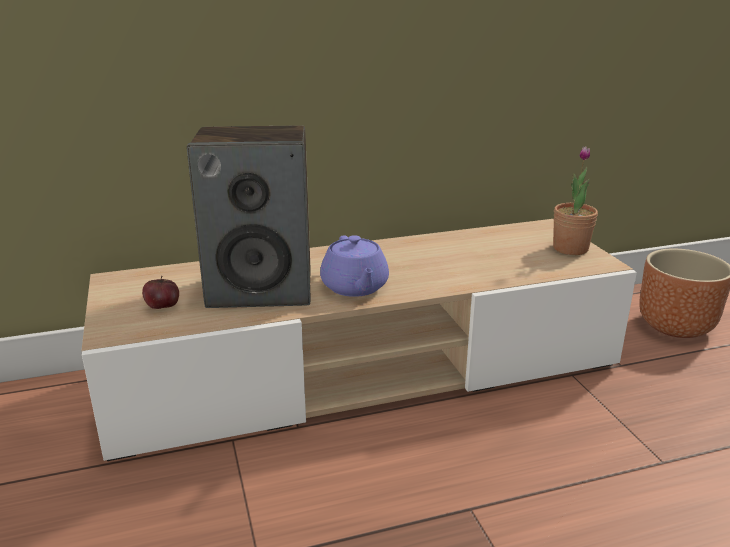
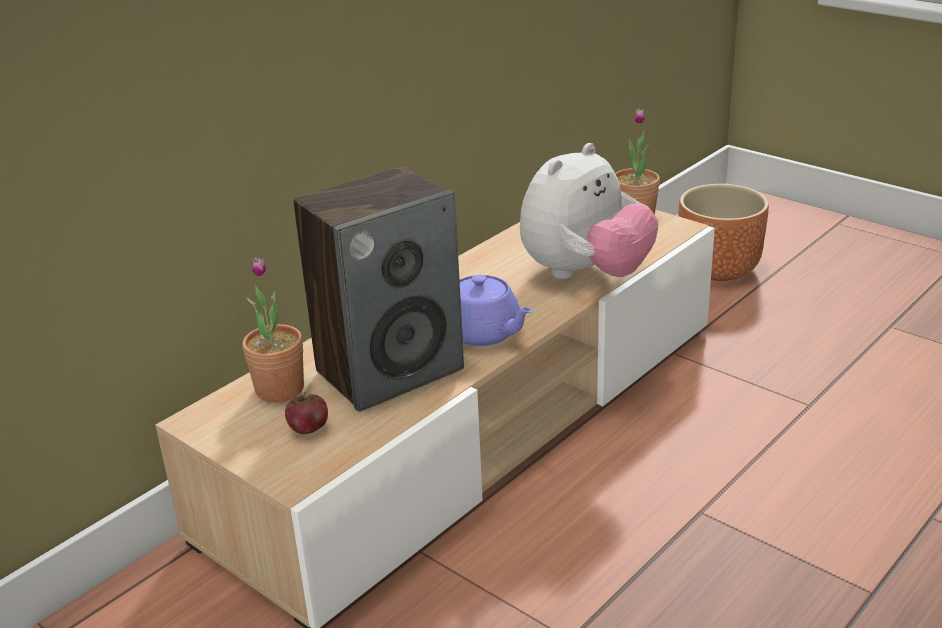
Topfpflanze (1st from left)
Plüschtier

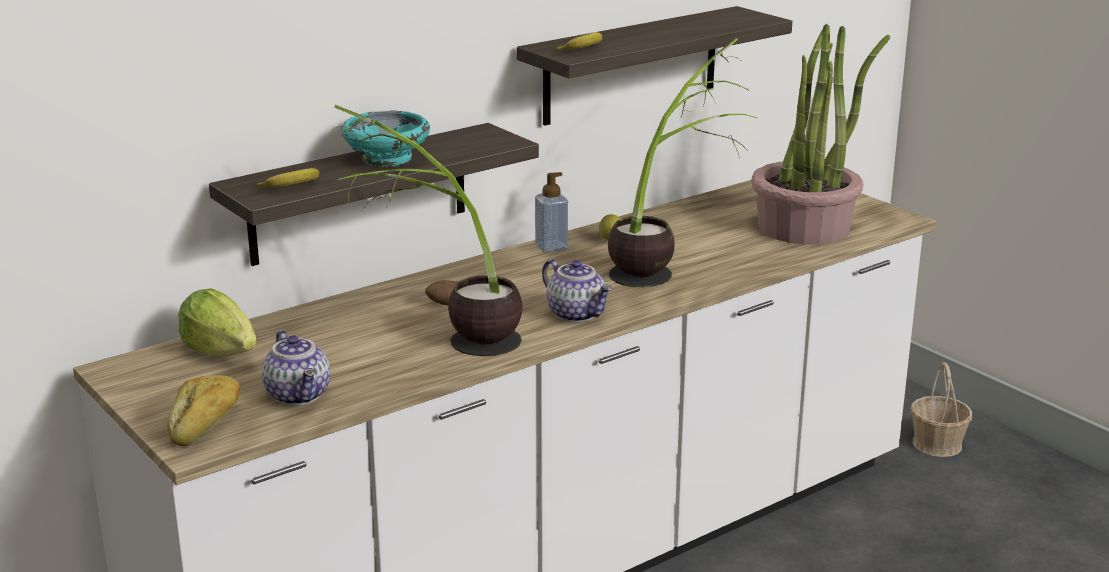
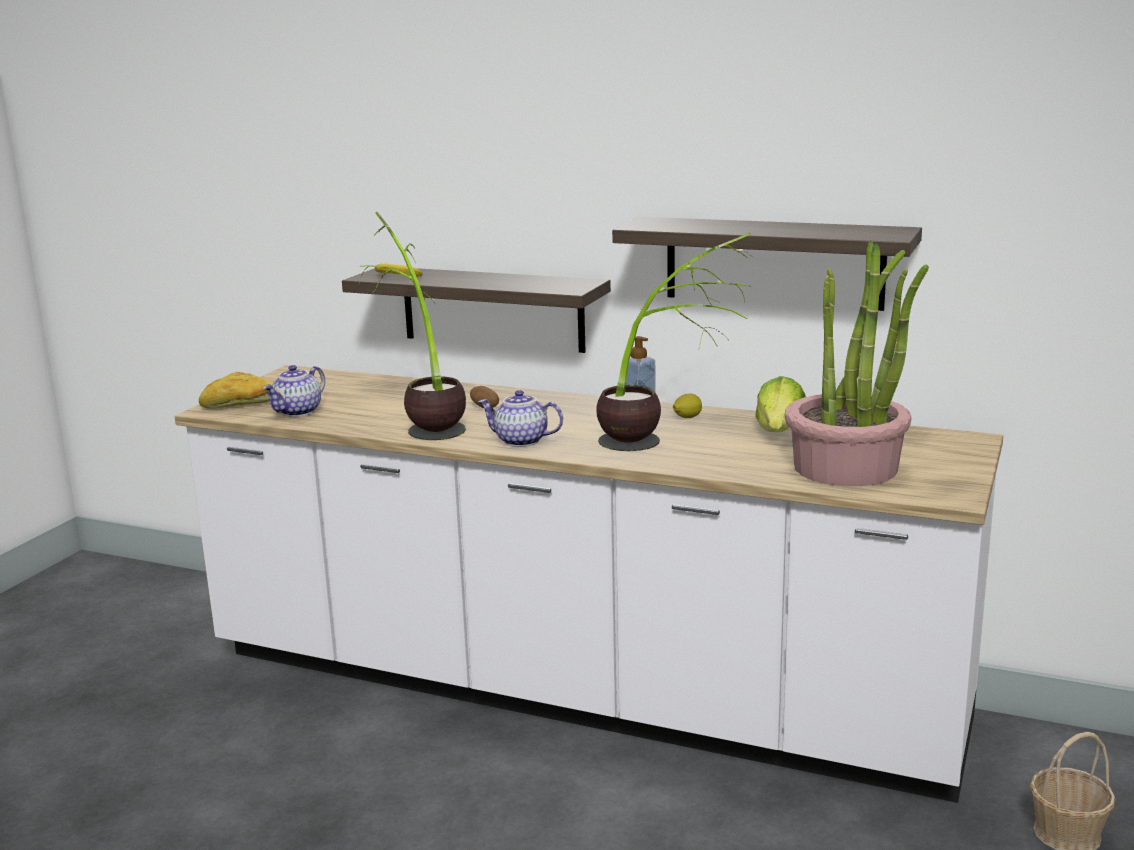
Schüssel/türkis
Banane (2nd from left in the first image)
Salatkopf
Teekanne (2nd from left)

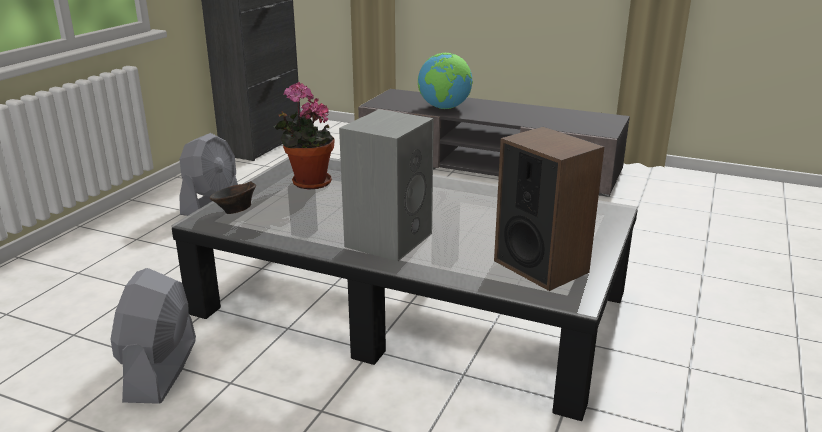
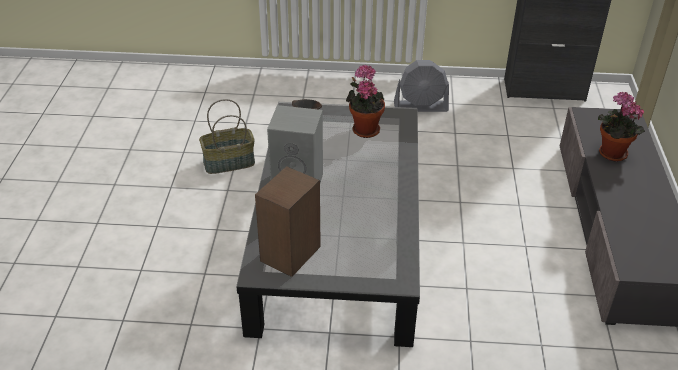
Korb
Topfpflanze (2nd from left)

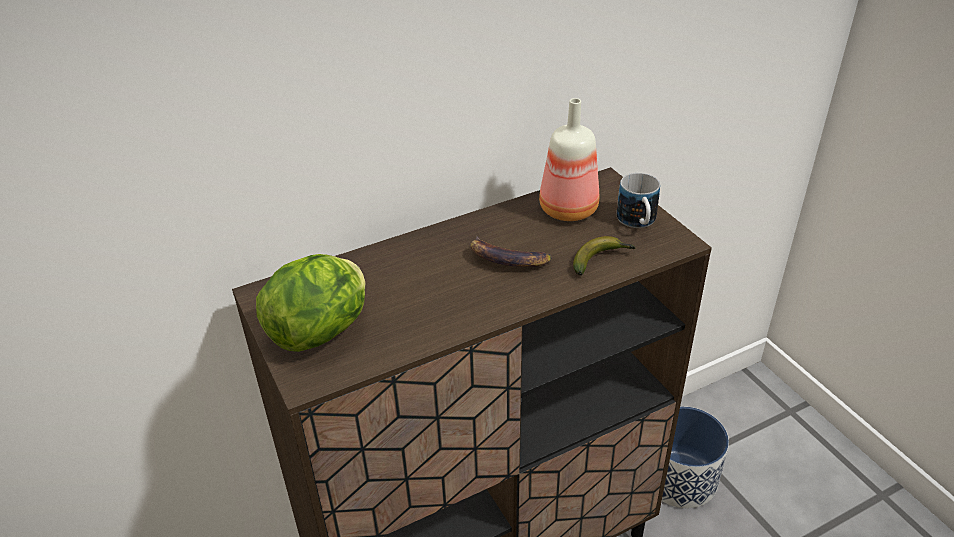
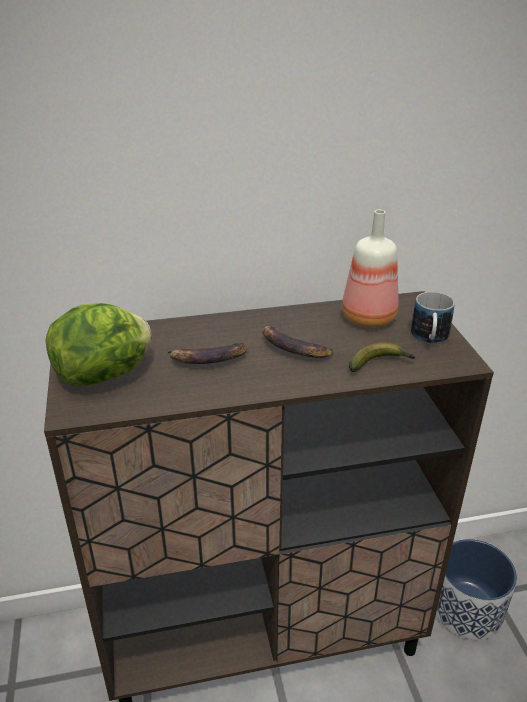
Banane (1st from left)

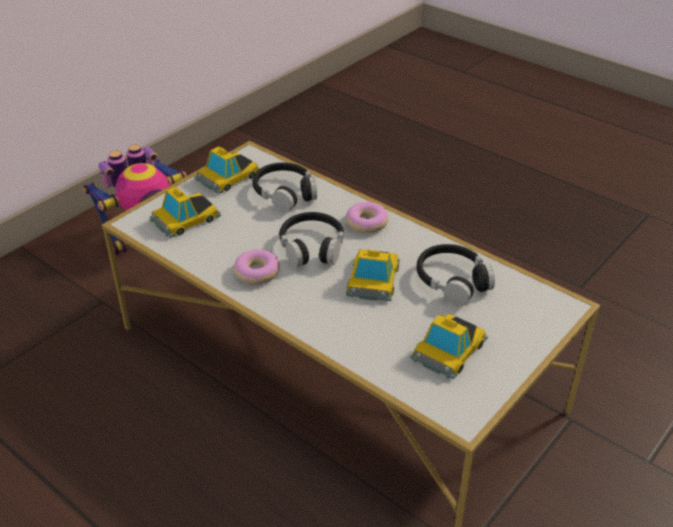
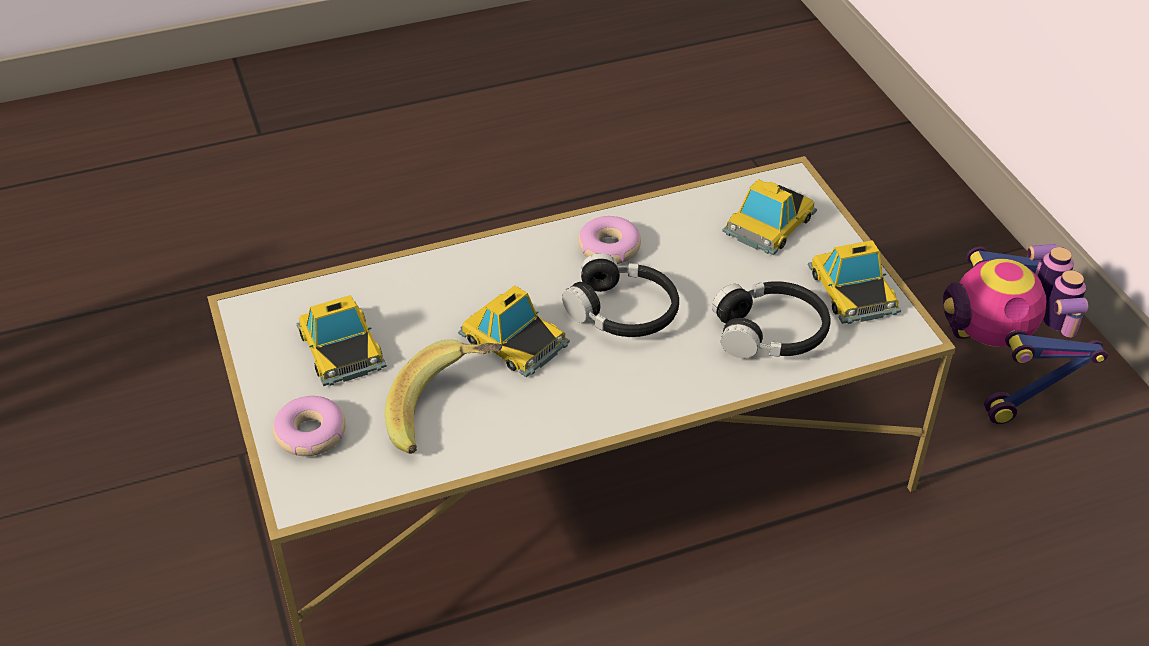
Donut (1st from left)
Banane
Spielzeugauto (3rd from left)

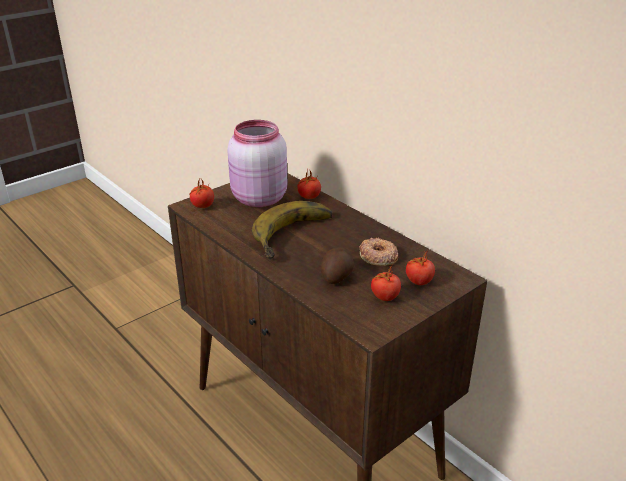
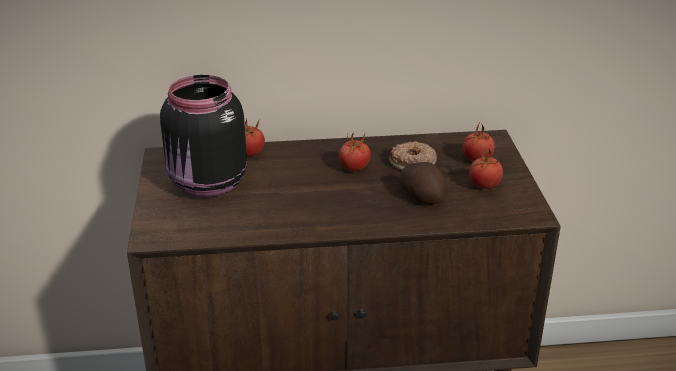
Banane
Tomate (2nd from left)
Vorratsglas/schwarz

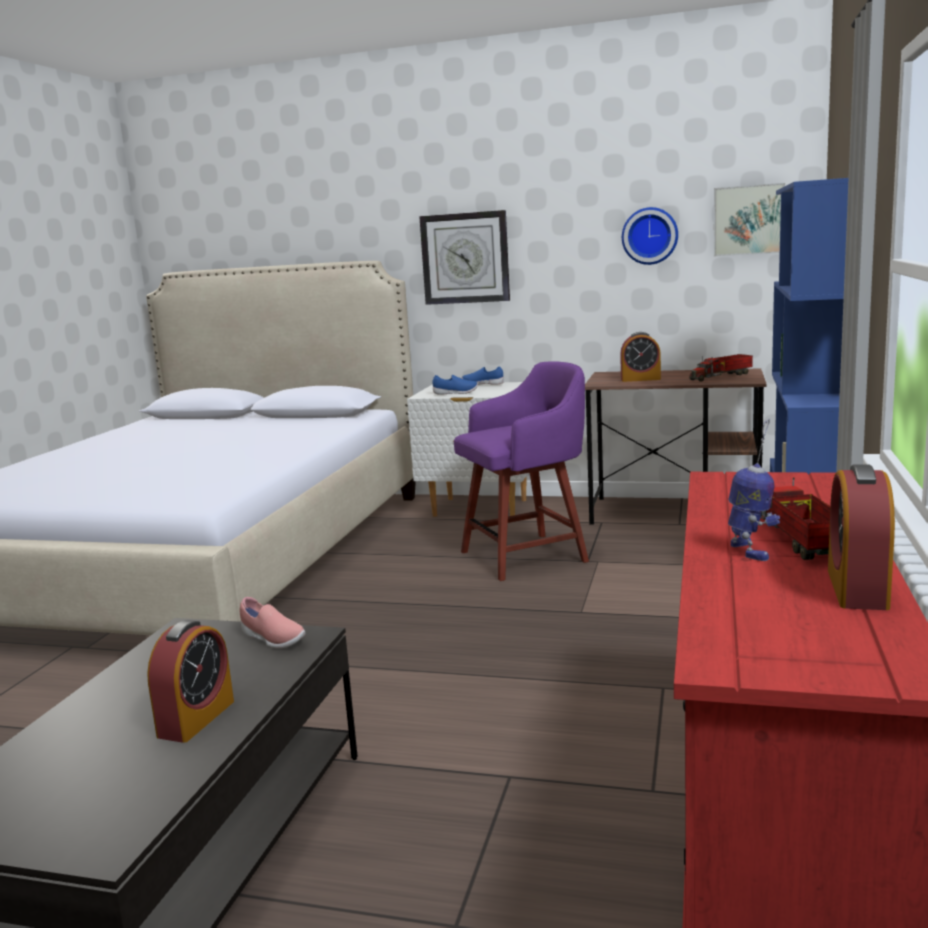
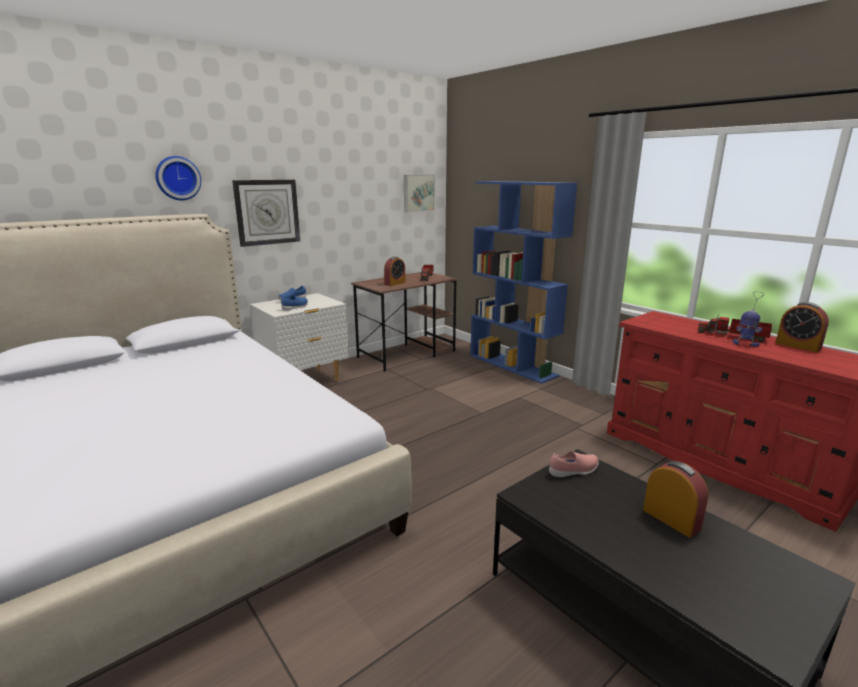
Hocker/lila
Wanduhr (1st from left)

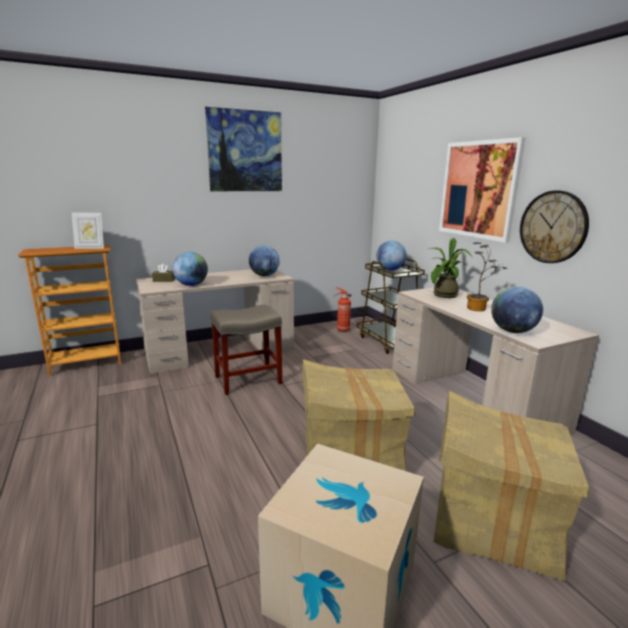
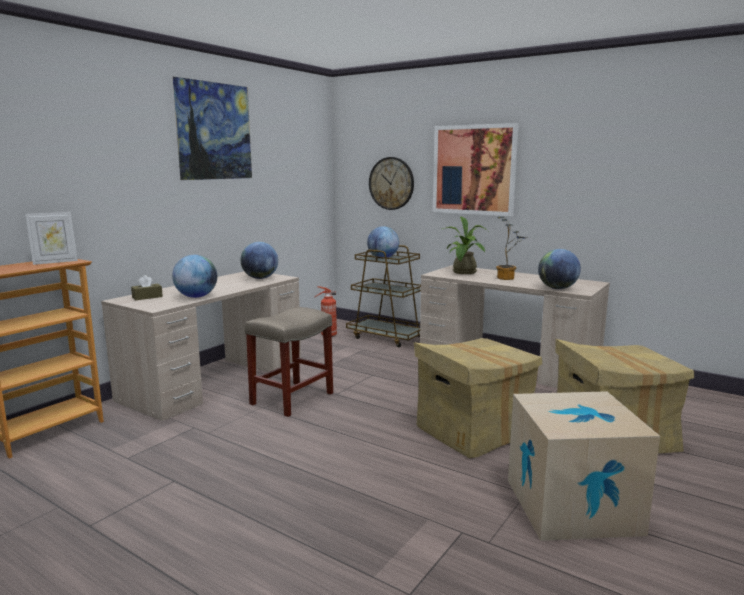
Wanduhr

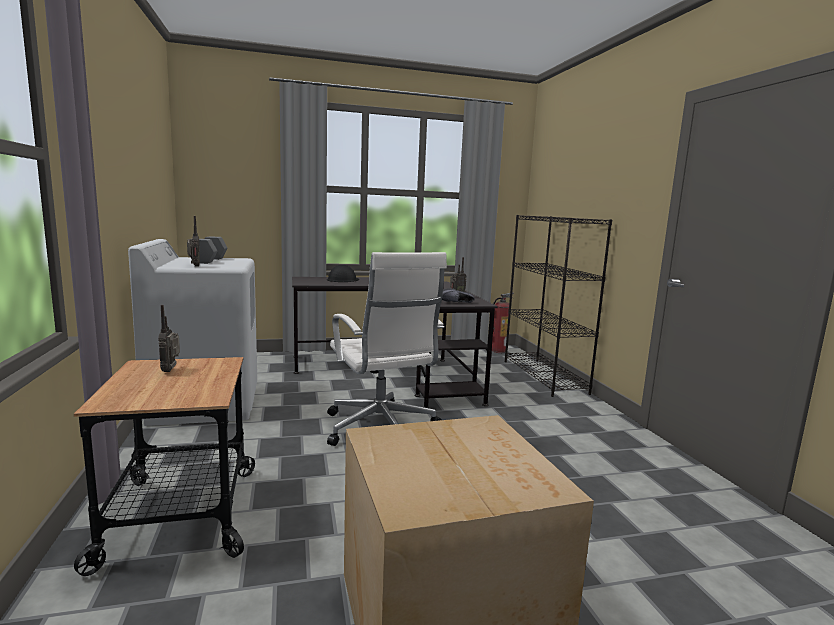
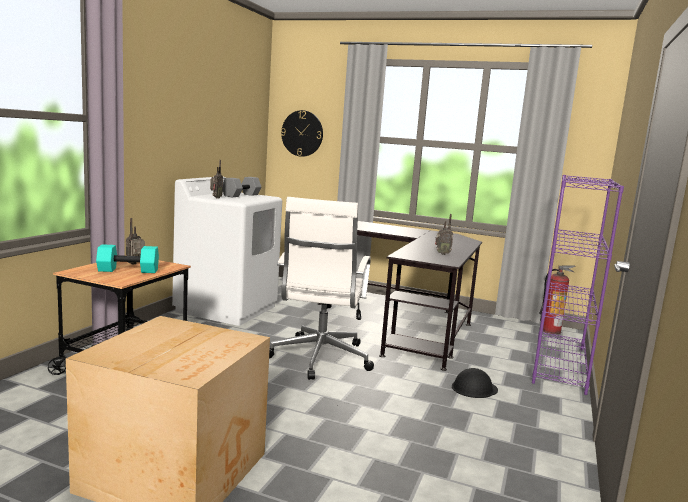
Schuh/schwarz
Hantel/türkis
Wanduhr
Schutzhelm/schwarz
Bücherregal/lila

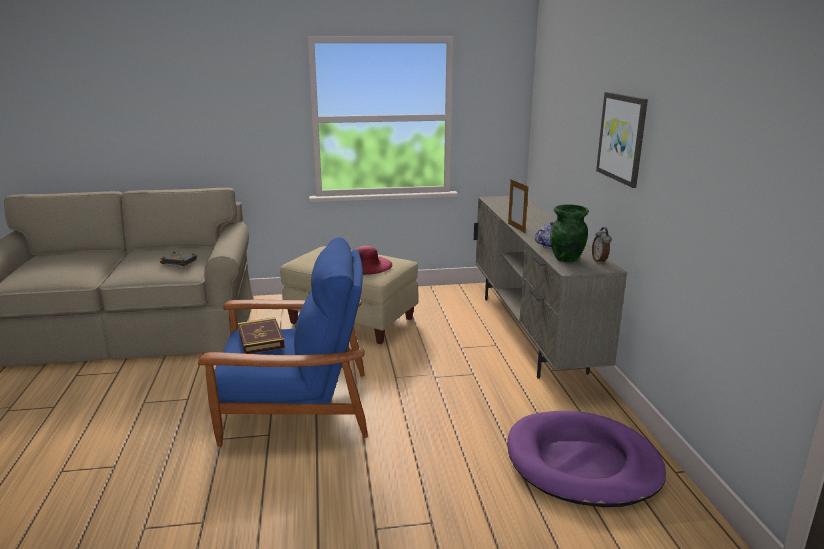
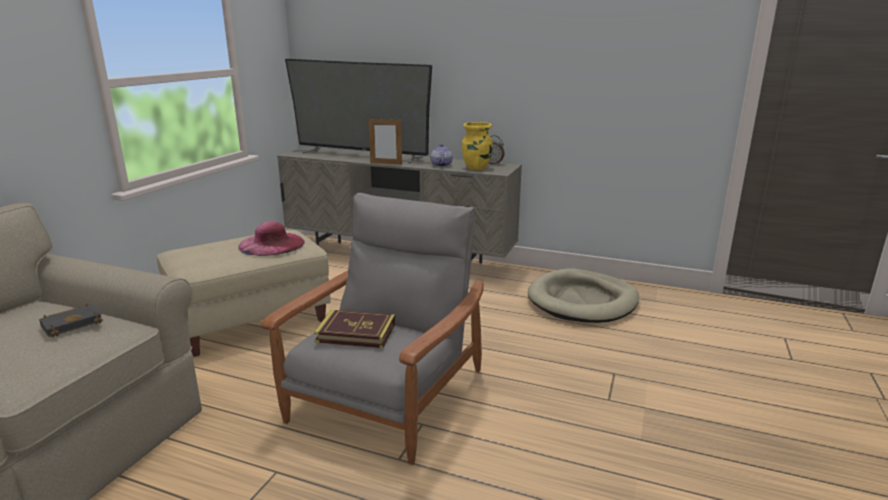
Bild
Fernseher
Sessel/grau
Hundebett/beige
Vase/gelb

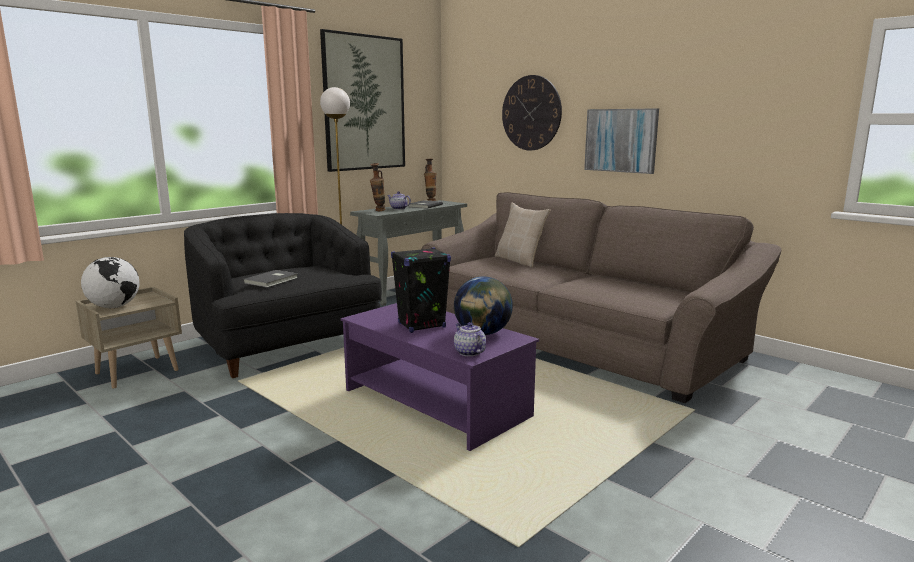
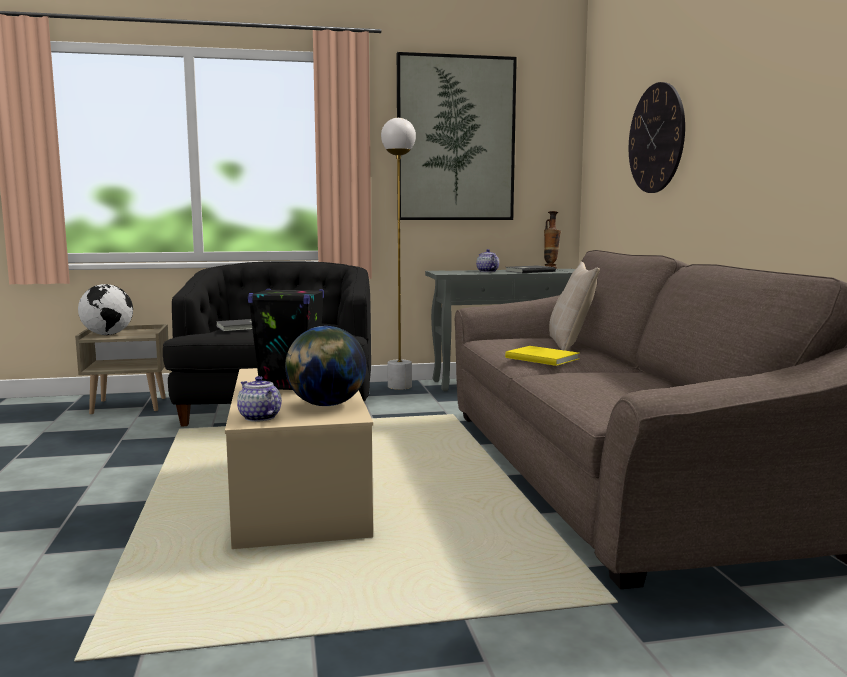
Vase (1st from left in the first image)
Bild (2nd from left in the first image)
Buch/gelb
Couchtisch/beige
Teekanne (1st from left)

